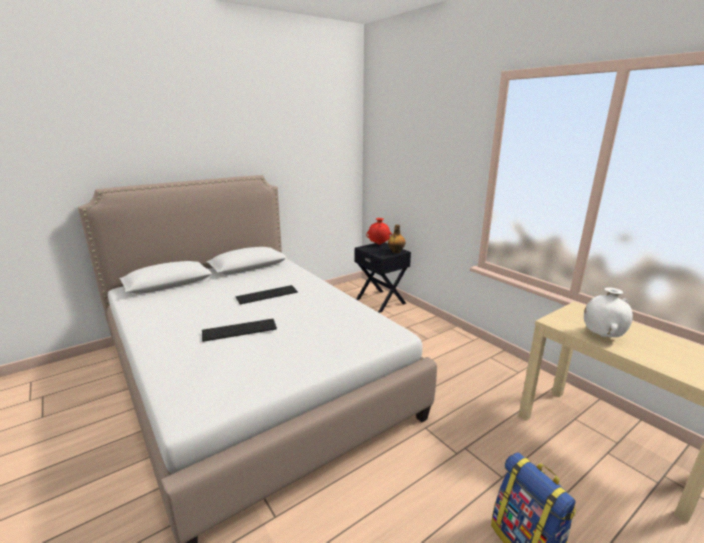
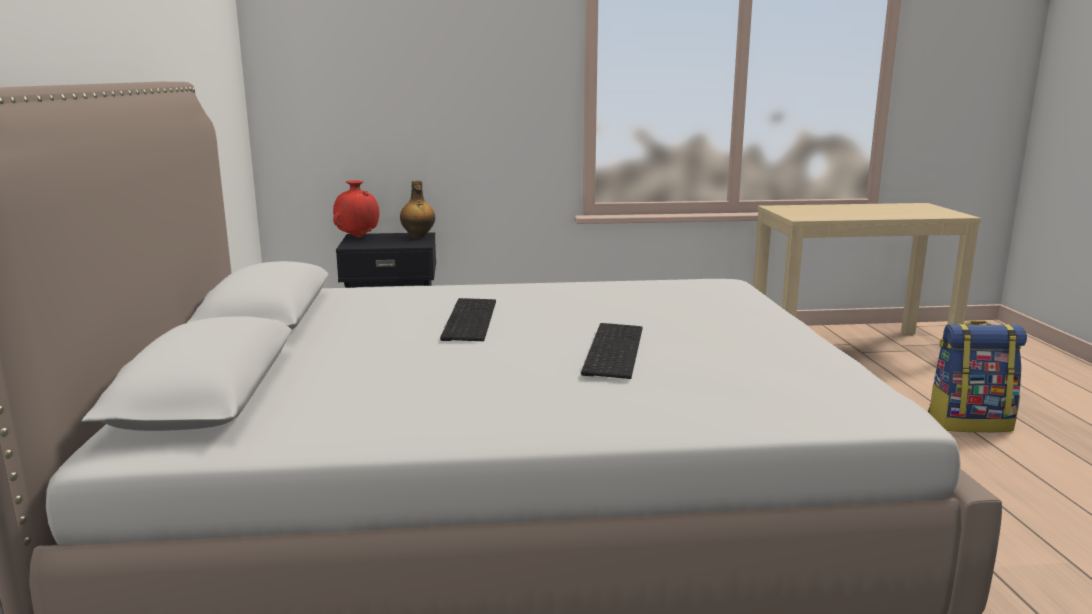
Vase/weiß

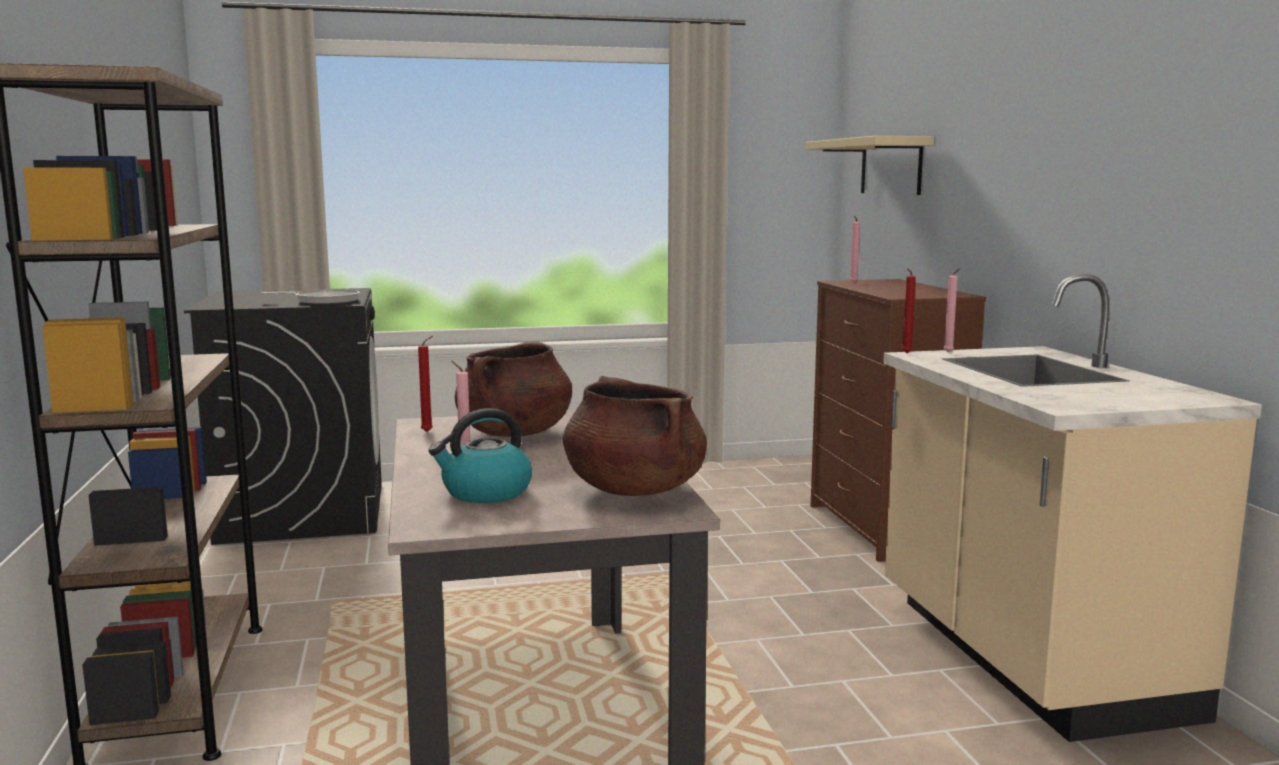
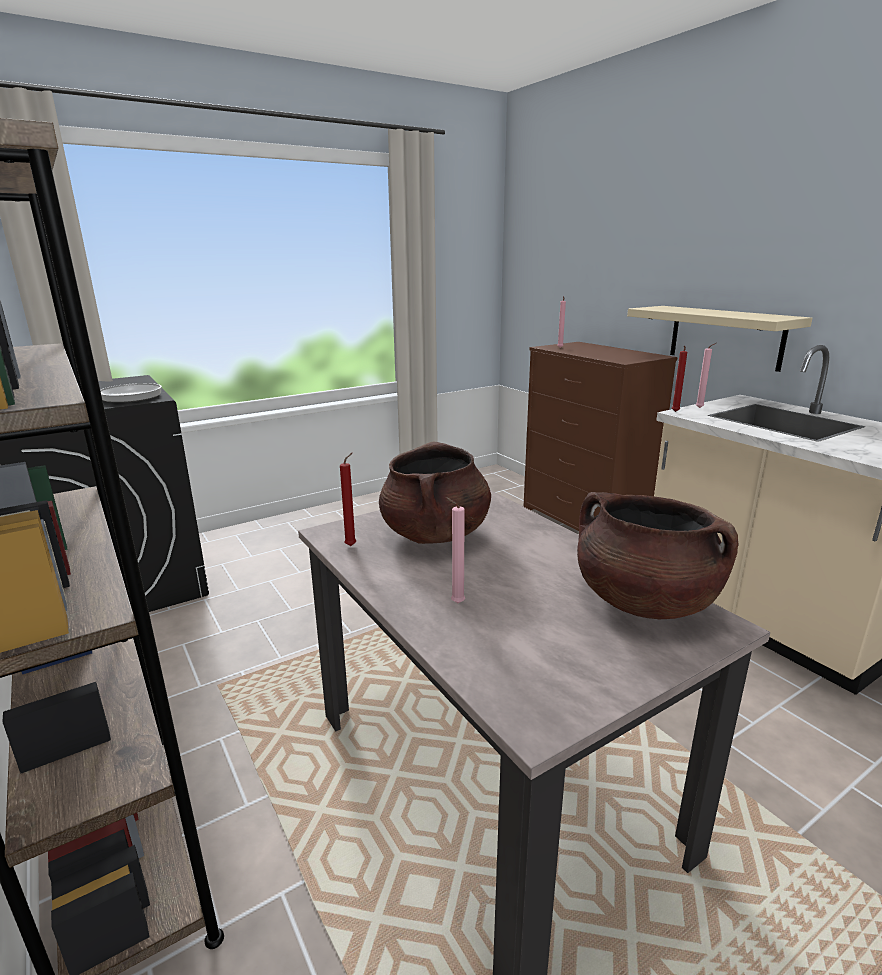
Wasserkessel
Wandregal/beige

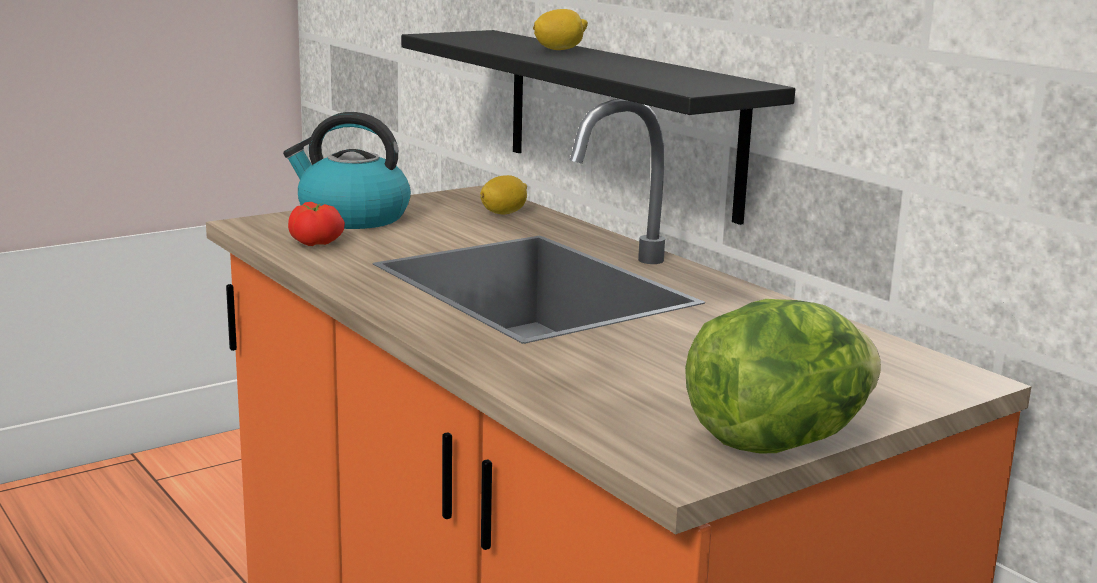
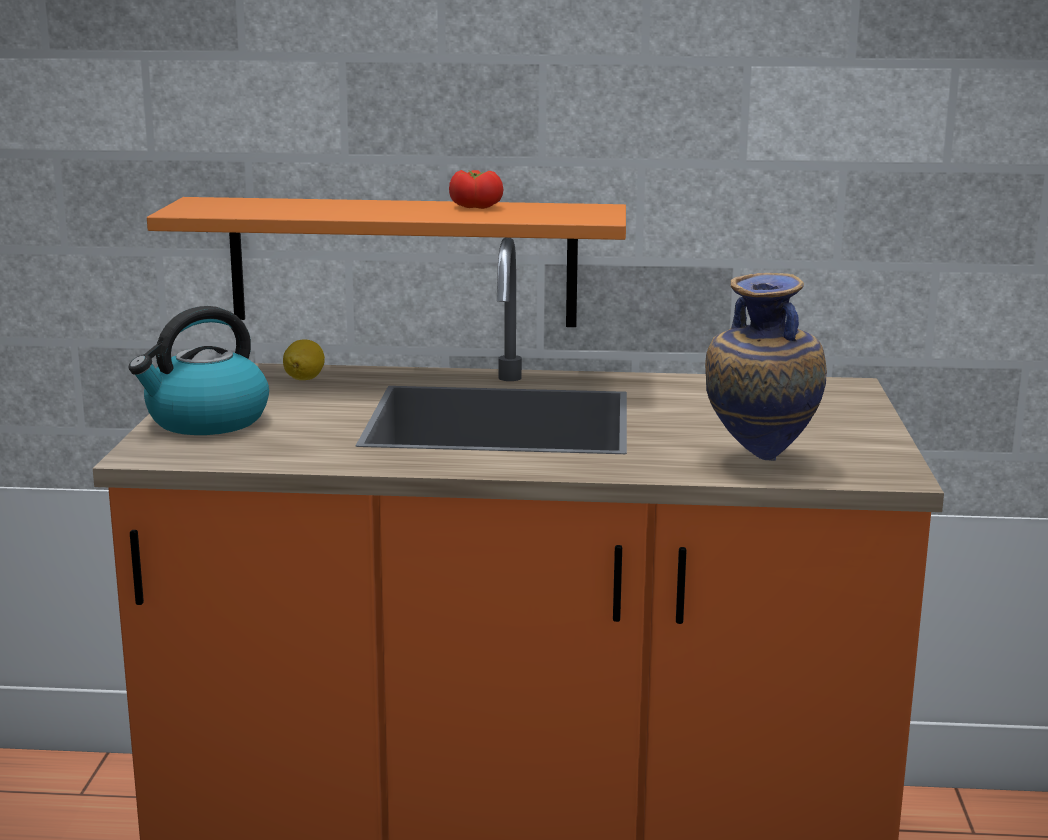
Zitrone (2nd from left in the first image)
Salatkopf
Vase
Tomate
Wandregal/orange

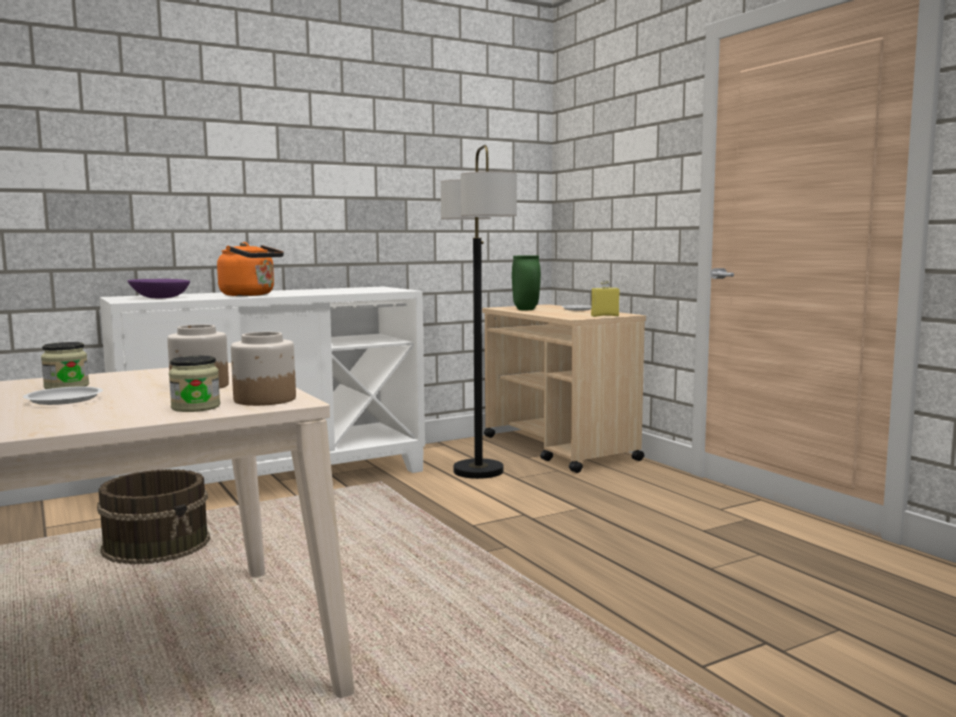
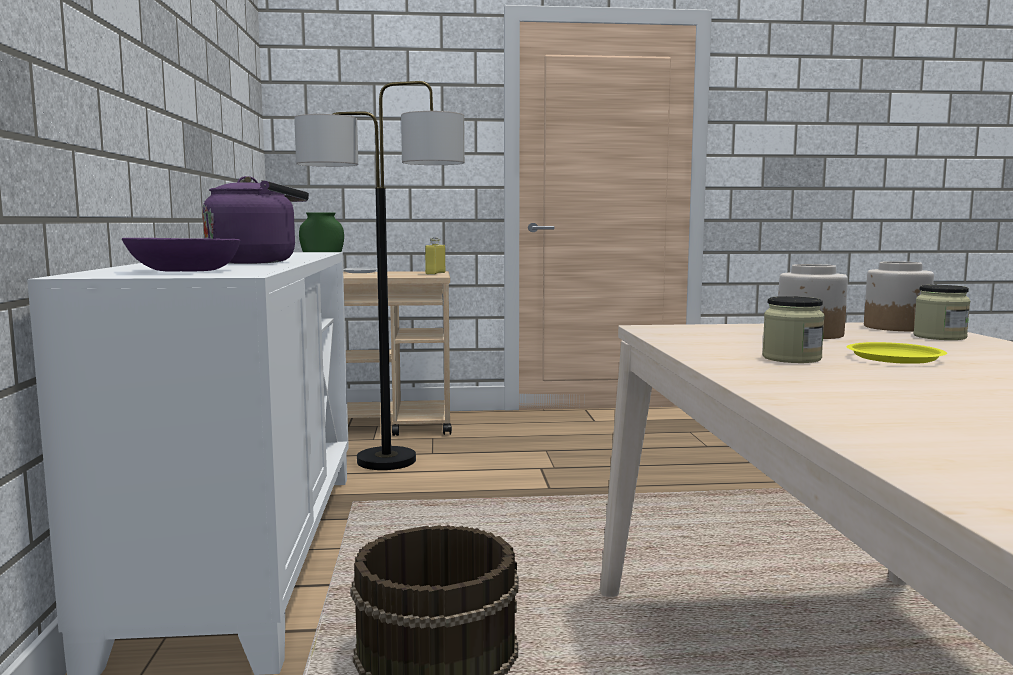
Teller/gelb
Wasserkessel/lila

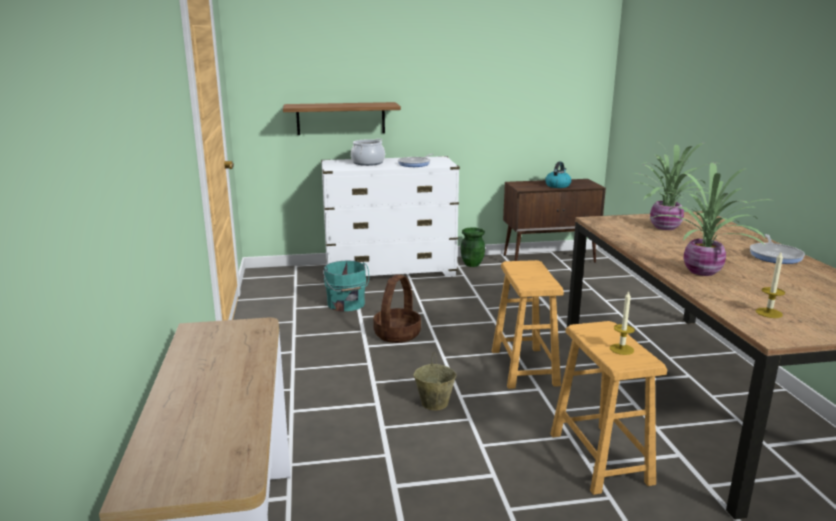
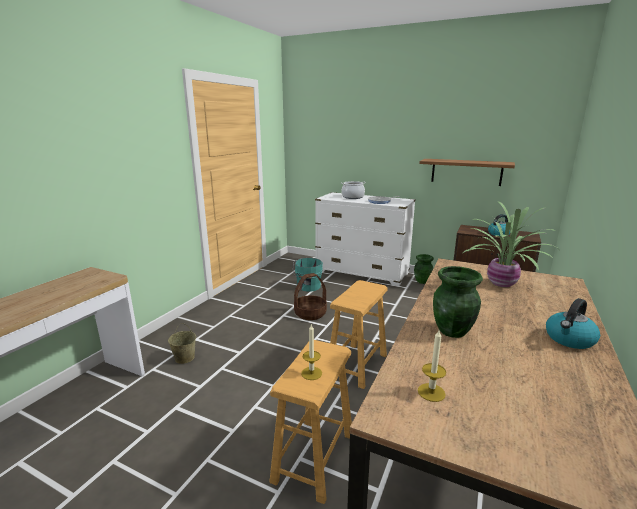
Wandregal
Eimer/beige
Vase/grün (2nd from left)
Wasserkessel (2nd from left)

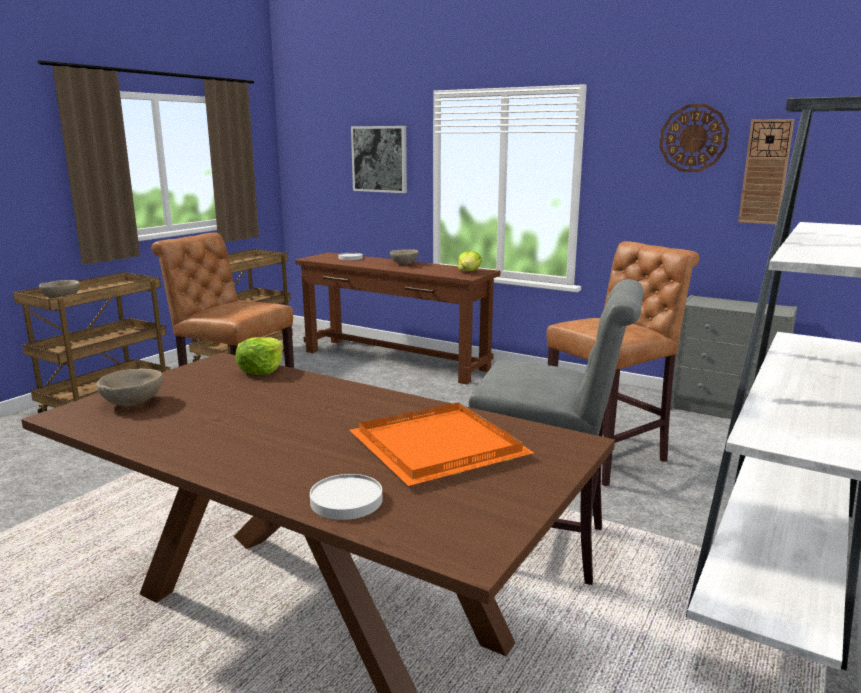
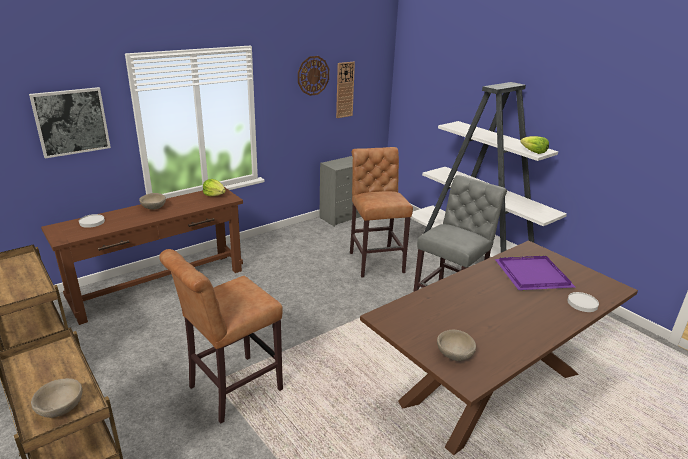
Salatkopf (2nd from left)
Tablett/lila

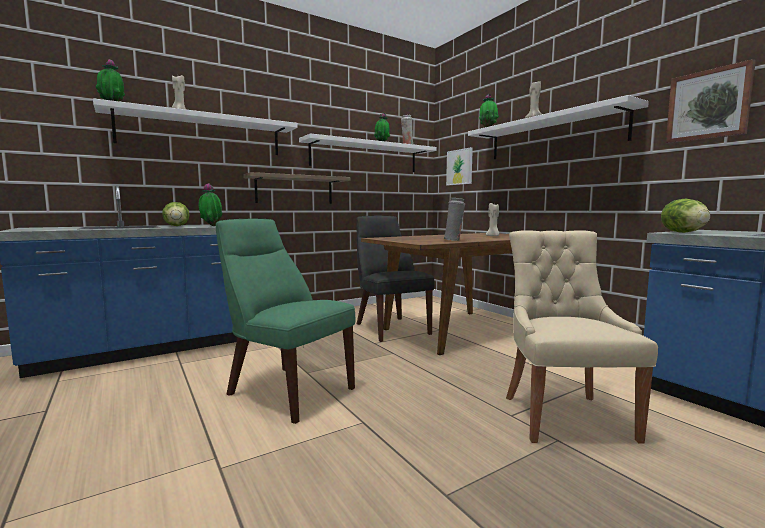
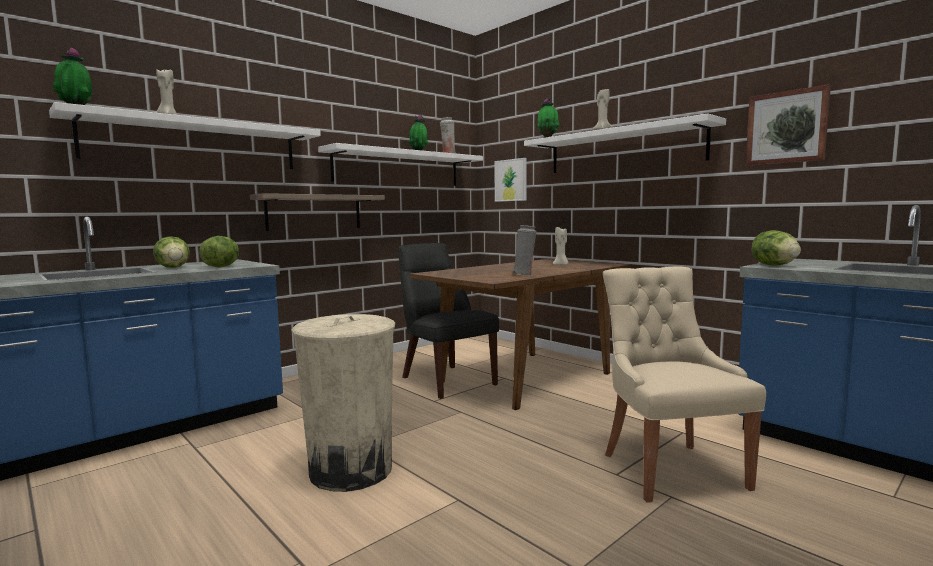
Salatkopf (2nd from left)
Mülleimer/beige

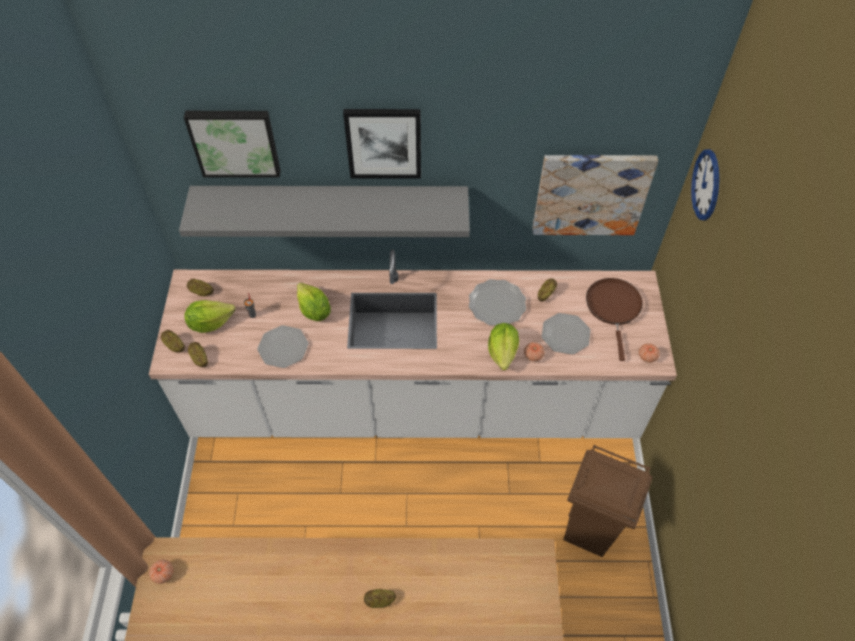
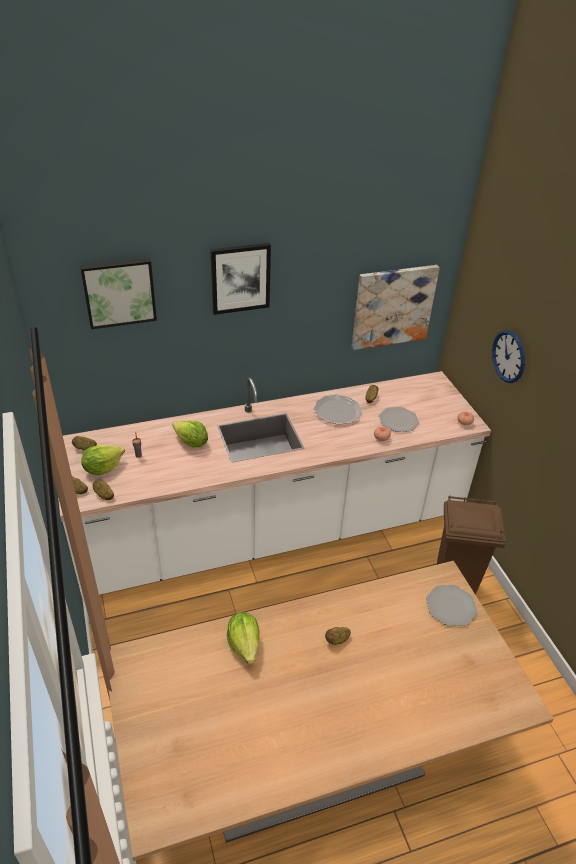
Tomate (1st from left in the first image)
Wandregal/grau
Pfanne/braun
Teller (3rd from left)
Salatkopf (3rd from left)
Wanduhr

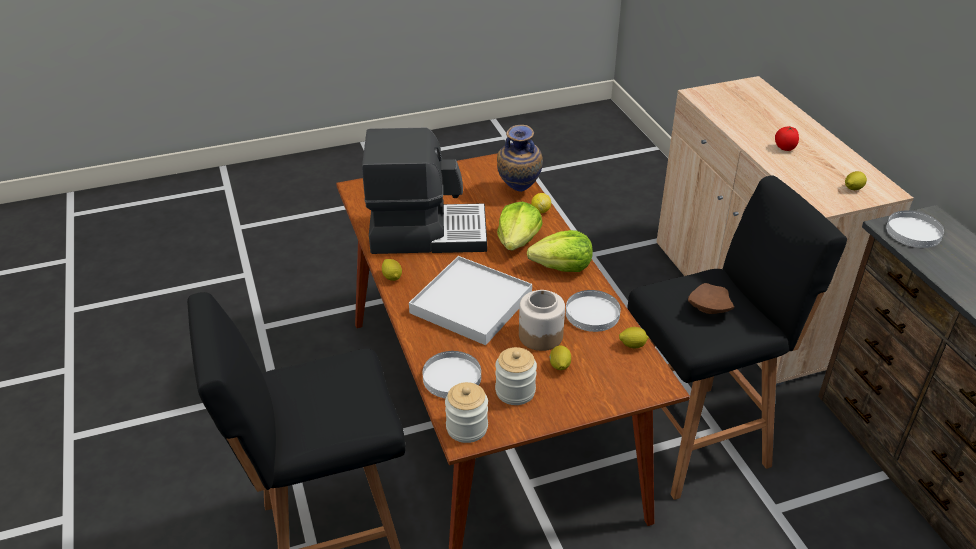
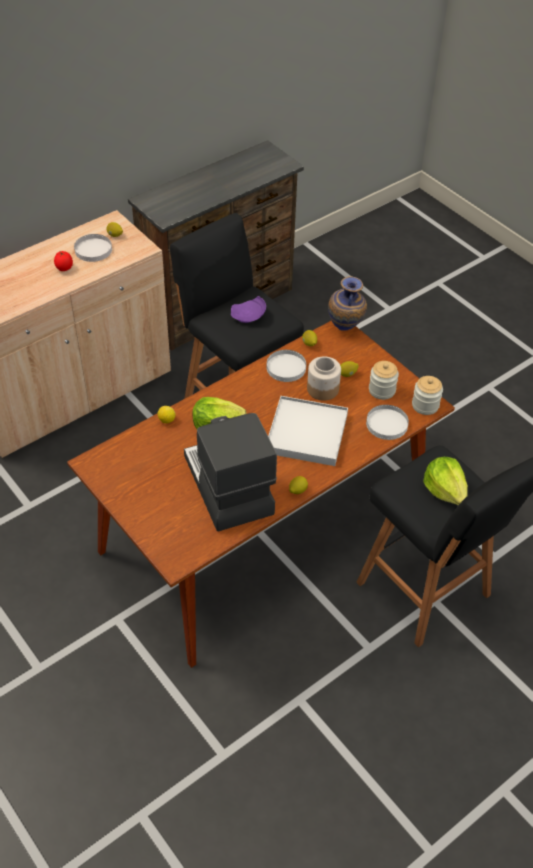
Vase
Salatkopf (2nd from left)
Teller/weiß (1st from left)
Teller/lila

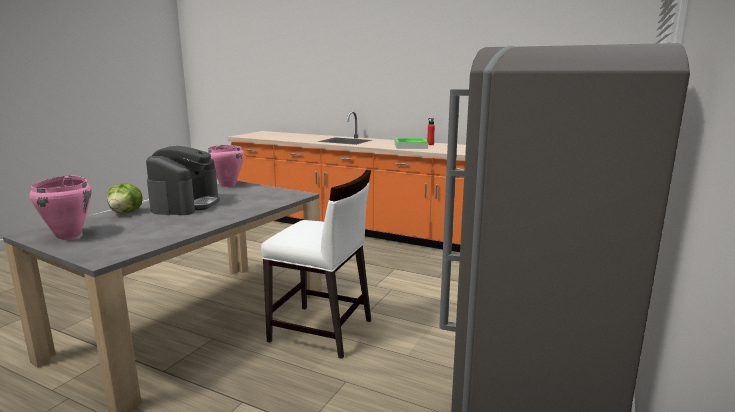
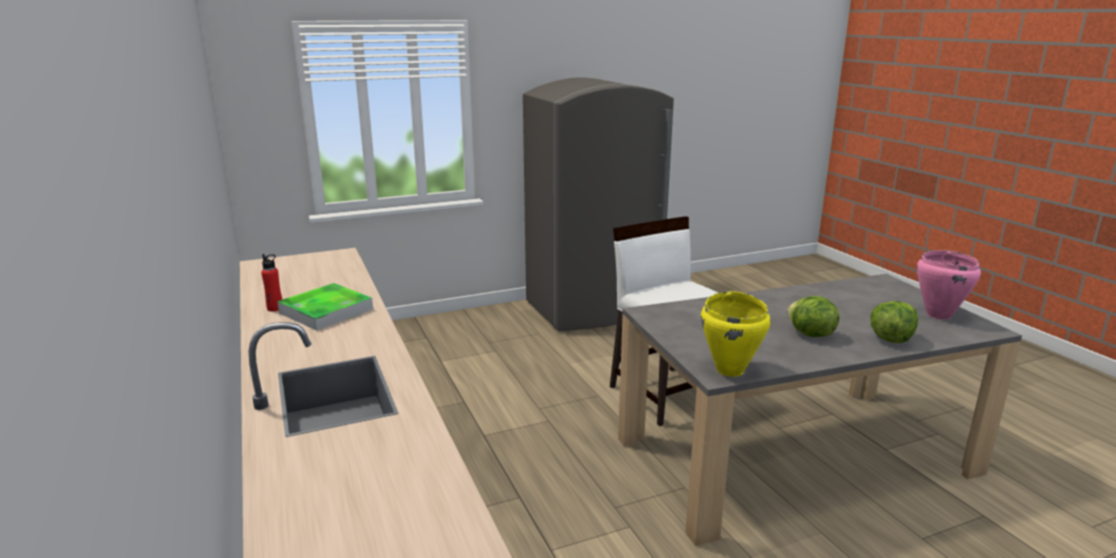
Salatkopf (1st from left)
Kochtopf/gelb

